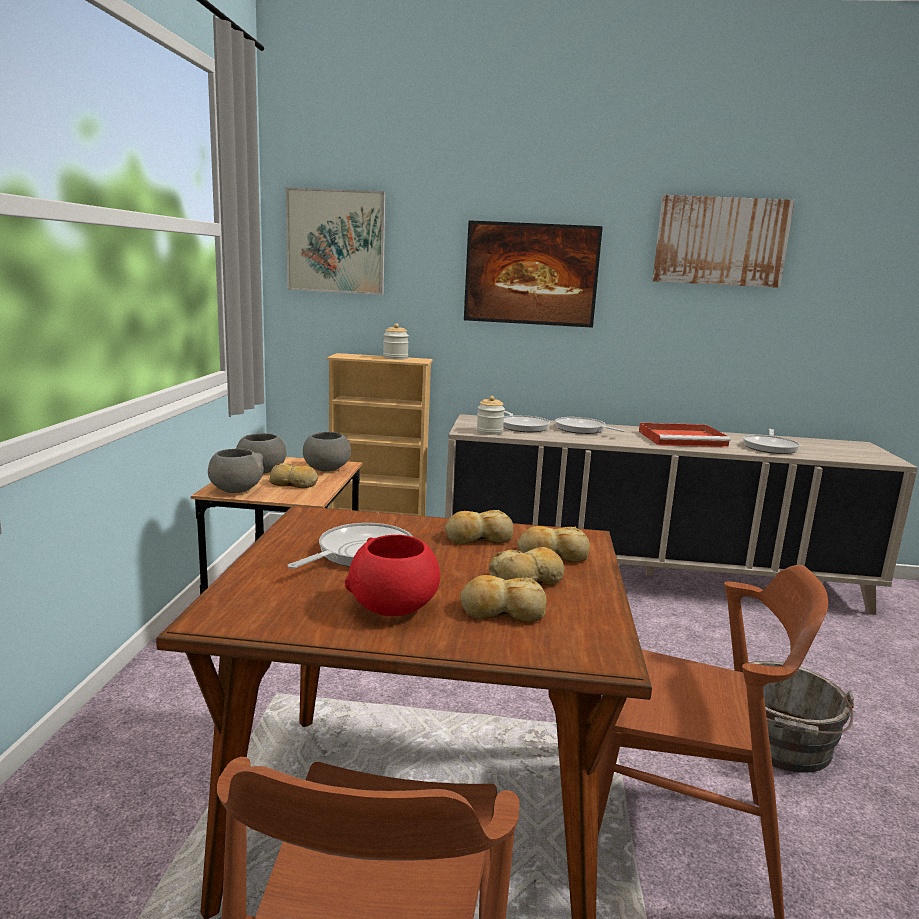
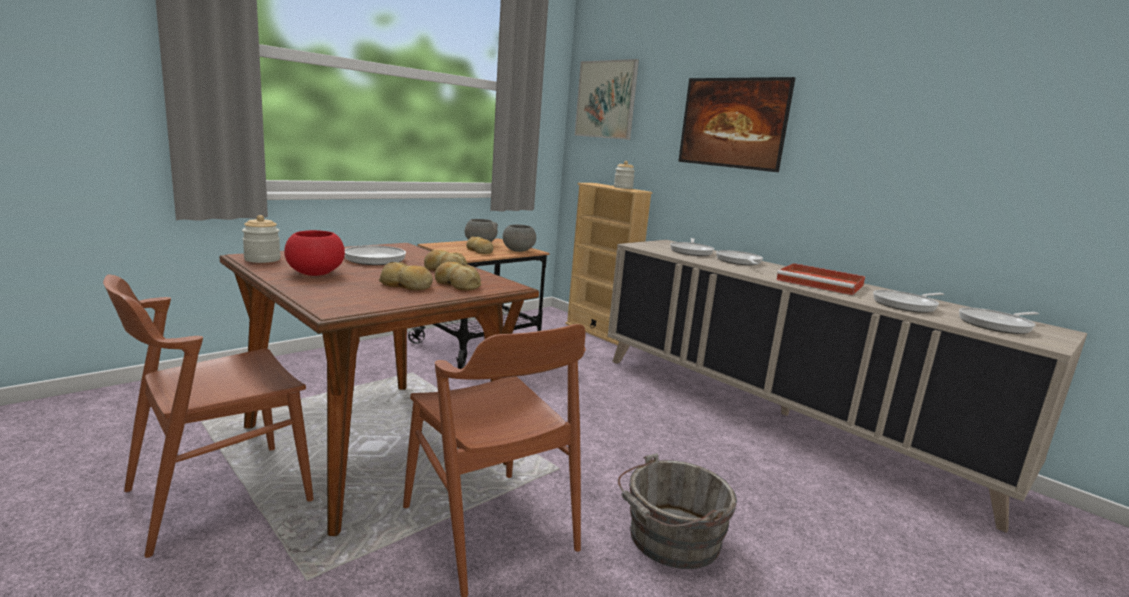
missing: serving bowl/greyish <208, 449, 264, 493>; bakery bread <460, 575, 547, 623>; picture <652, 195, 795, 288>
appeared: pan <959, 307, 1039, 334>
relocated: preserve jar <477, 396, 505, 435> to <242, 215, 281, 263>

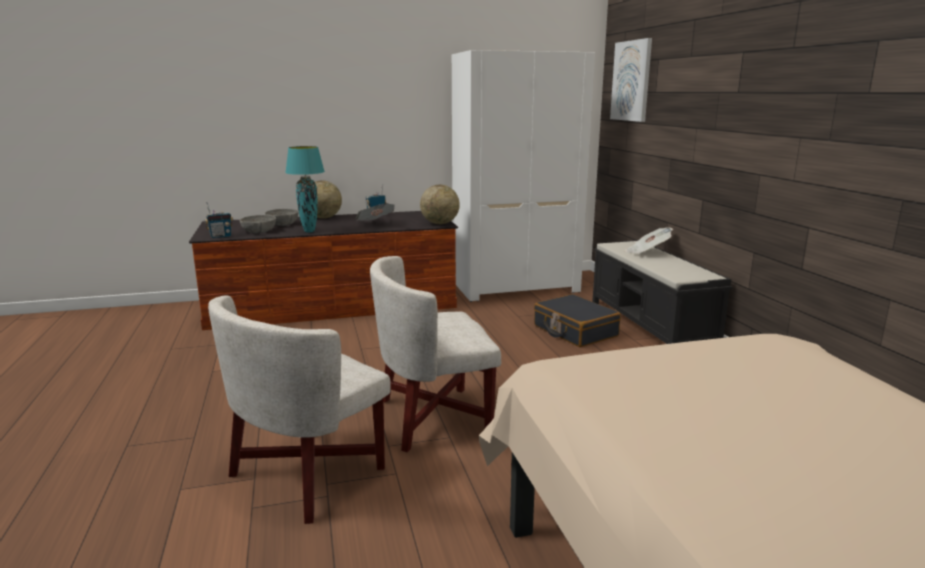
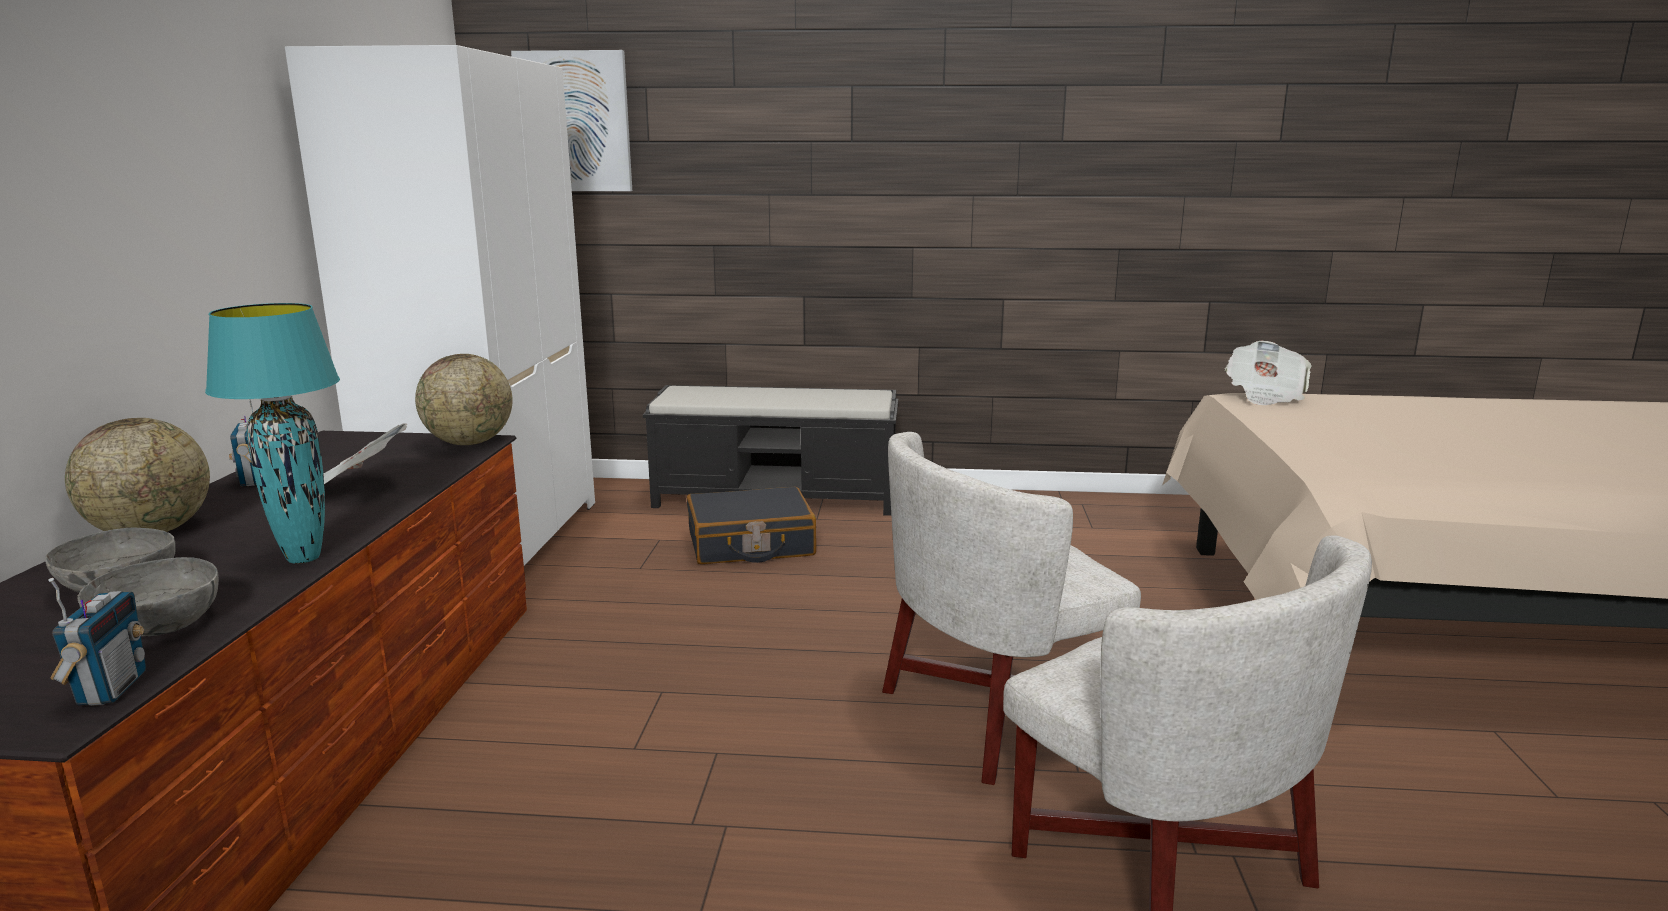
relocated: daily paper <625, 227, 673, 254> to <1225, 341, 1312, 405>
spun: lounge chair/white <370, 256, 501, 452> = <882, 432, 1141, 785> 60 degrees clockwise

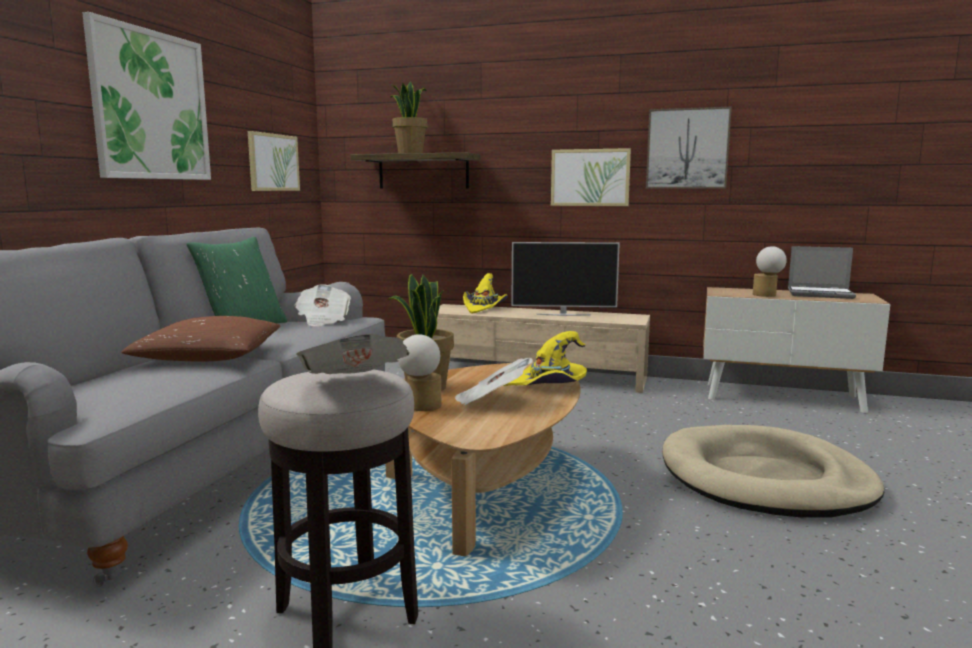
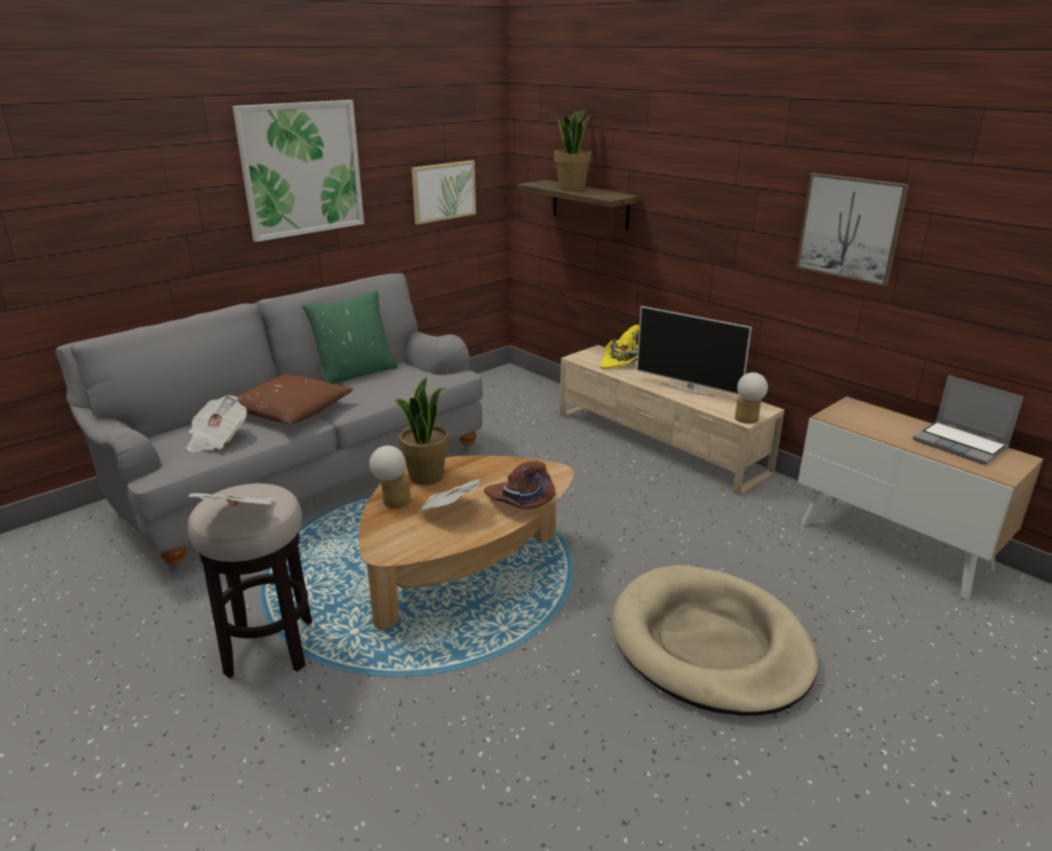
missing: picture <551, 148, 631, 206>
relocated: daily paper <295, 284, 351, 326> to <186, 395, 247, 452>; tabletop lamp <753, 246, 787, 297> to <735, 372, 768, 424>
colour: clothing hat/yellow-coloured <503, 331, 587, 386> to clothing hat/brown <484, 460, 556, 510>

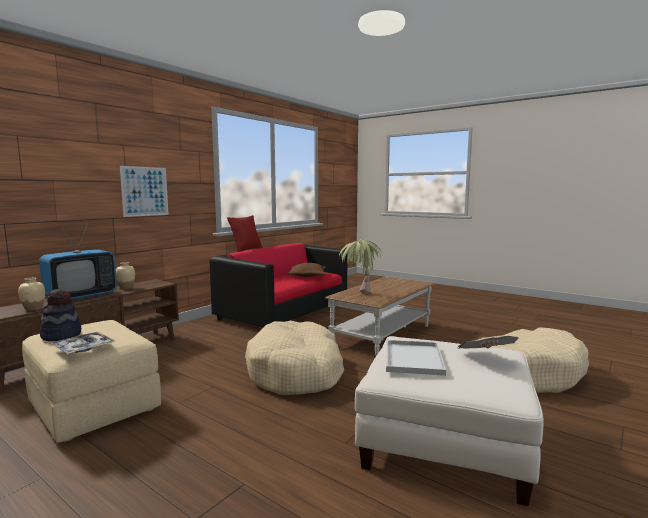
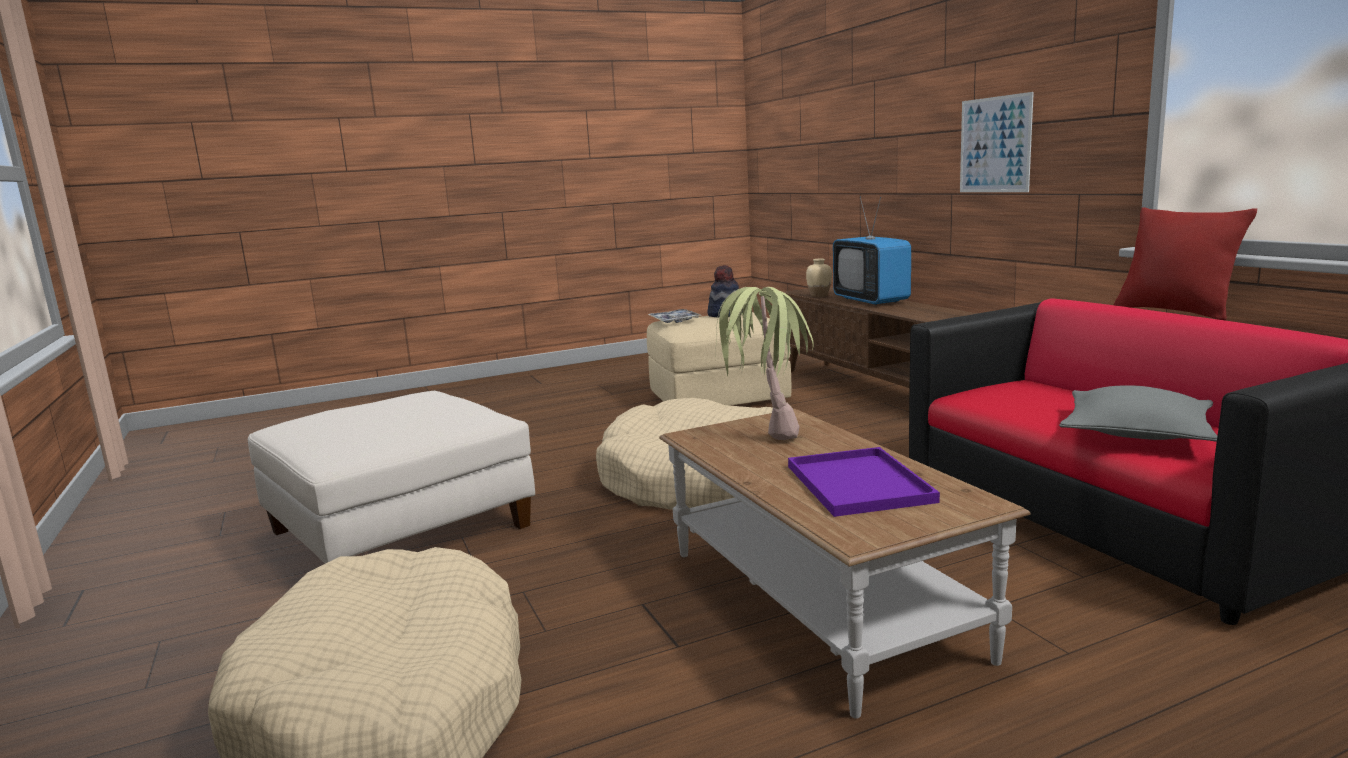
missing: decorative vase/beige-coloured <116, 262, 135, 289>; carrying tray/white <386, 340, 446, 376>; daily paper <458, 336, 519, 349>
appeared: carrying tray/purple-coloured <788, 447, 940, 517>
colour: throw pillow/brown <288, 263, 326, 277> to throw pillow/greyish <1059, 385, 1218, 442>

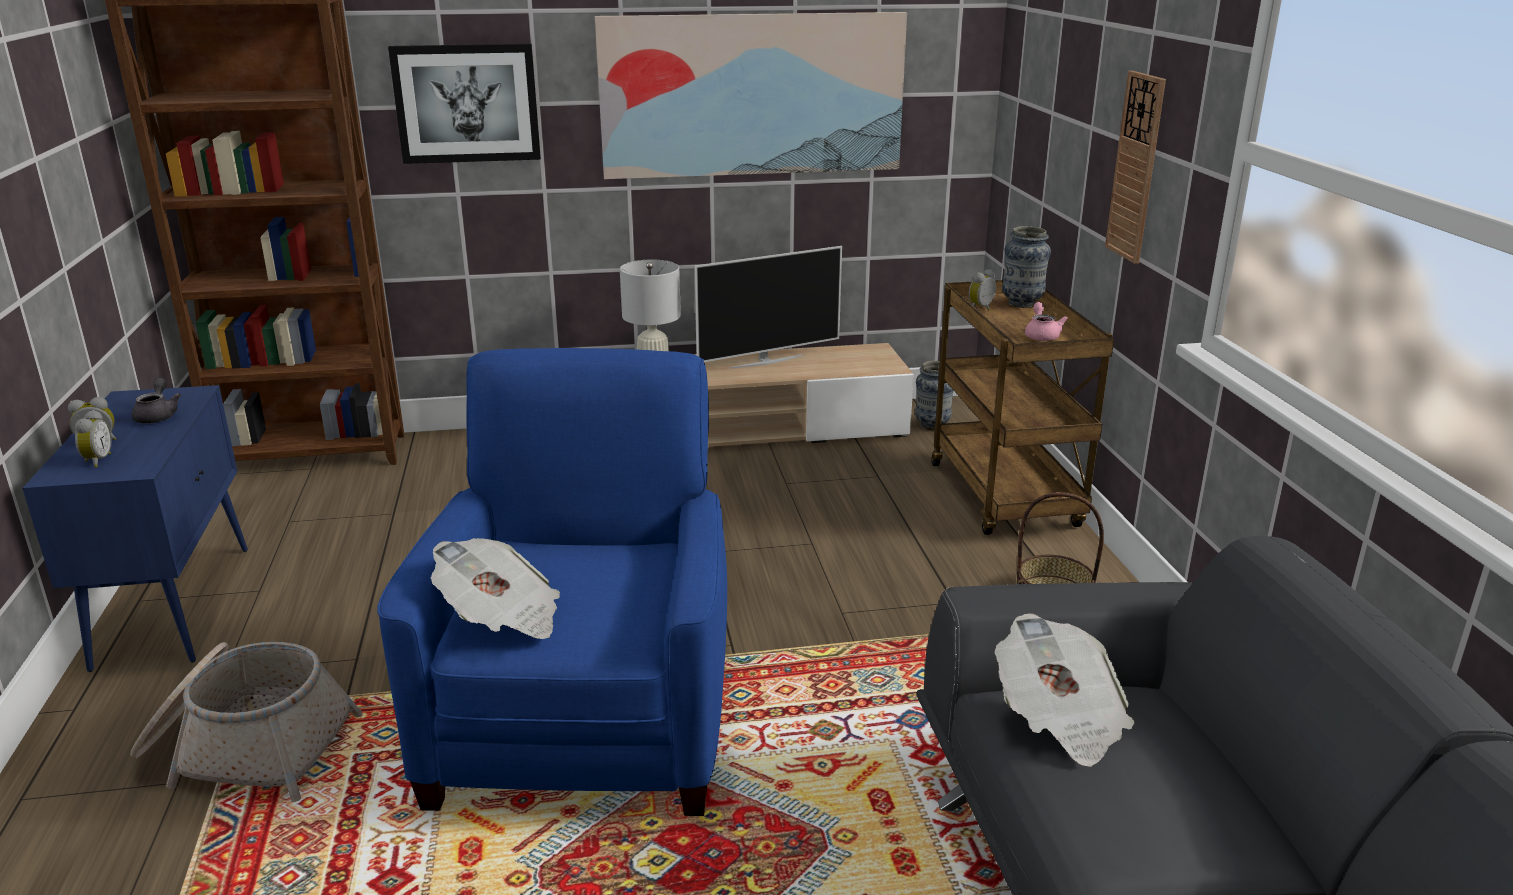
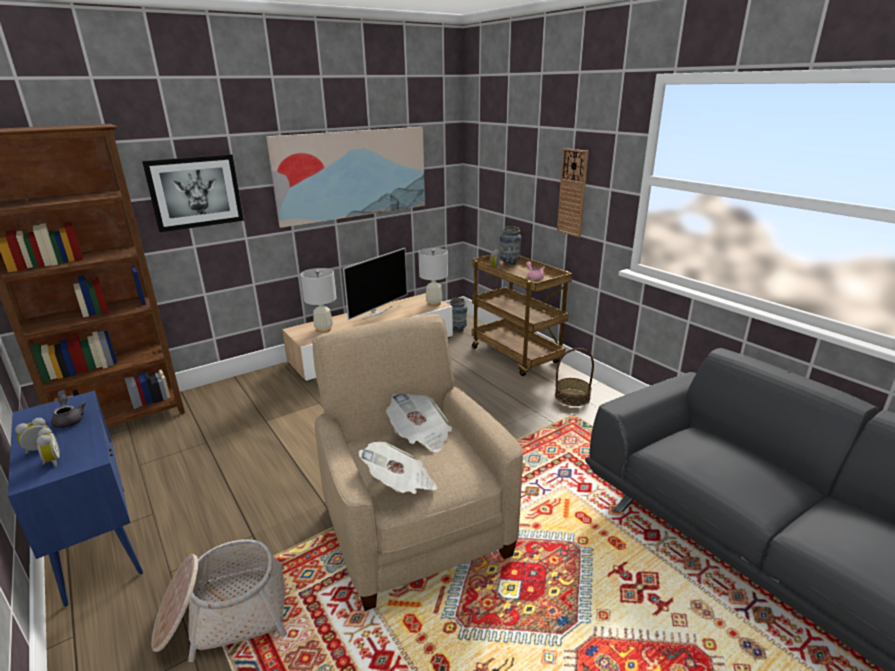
appeared: tabletop lamp/white <418, 248, 448, 306>
relocated: daily paper <995, 613, 1135, 767> to <386, 394, 452, 452>
colour: lounge chair/blue-coloured <377, 348, 727, 816> to lounge chair/beige-coloured <313, 314, 523, 611>

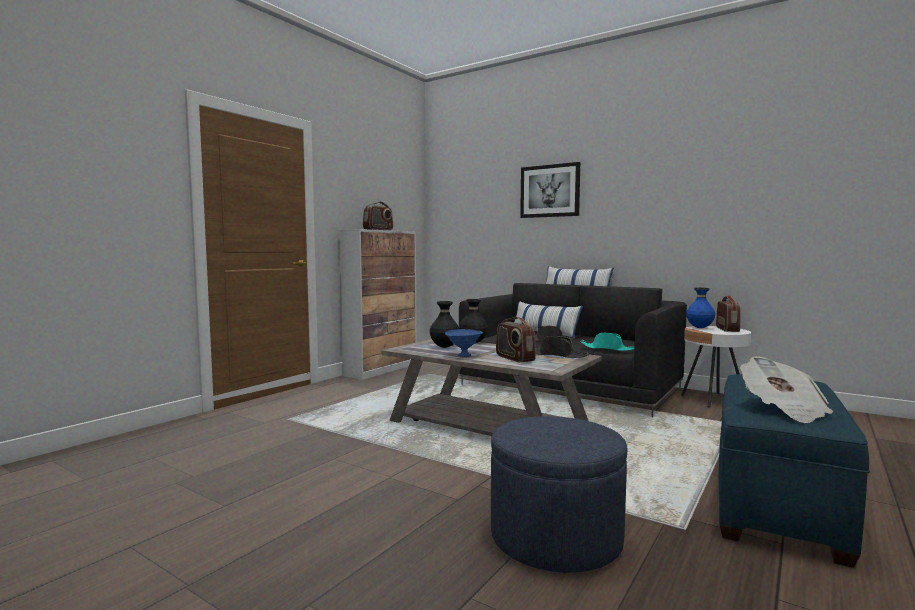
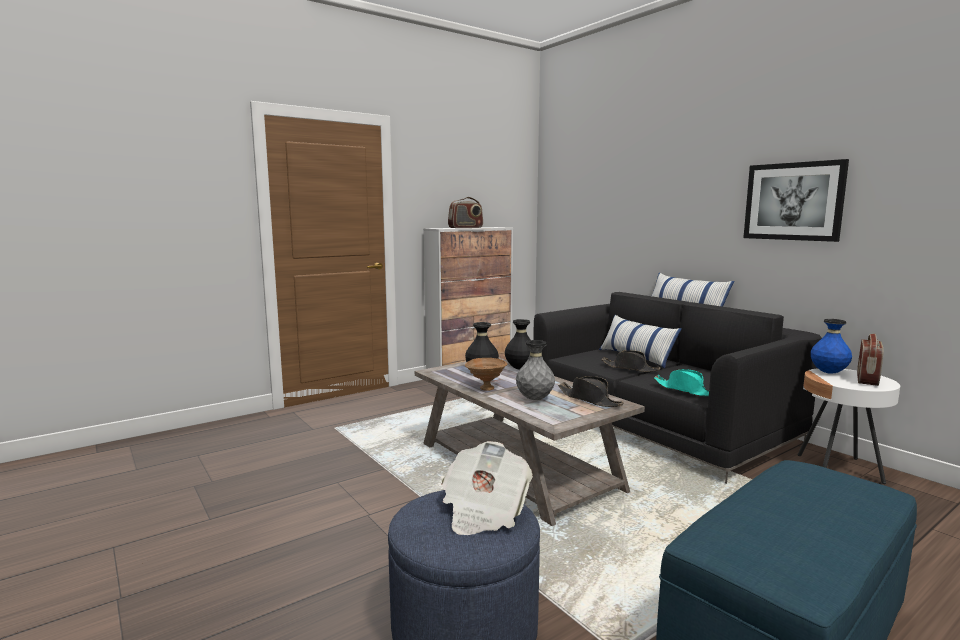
relocated: picture <520, 162, 580, 218> to <743, 159, 849, 242>; daily paper <740, 356, 833, 423> to <441, 441, 533, 535>
exchanged: radio <496, 317, 536, 363> to decorative vase/greyish <516, 340, 555, 400>
colour: serving bowl/blue-coloured <445, 329, 483, 357> to serving bowl/brown <465, 358, 508, 391>

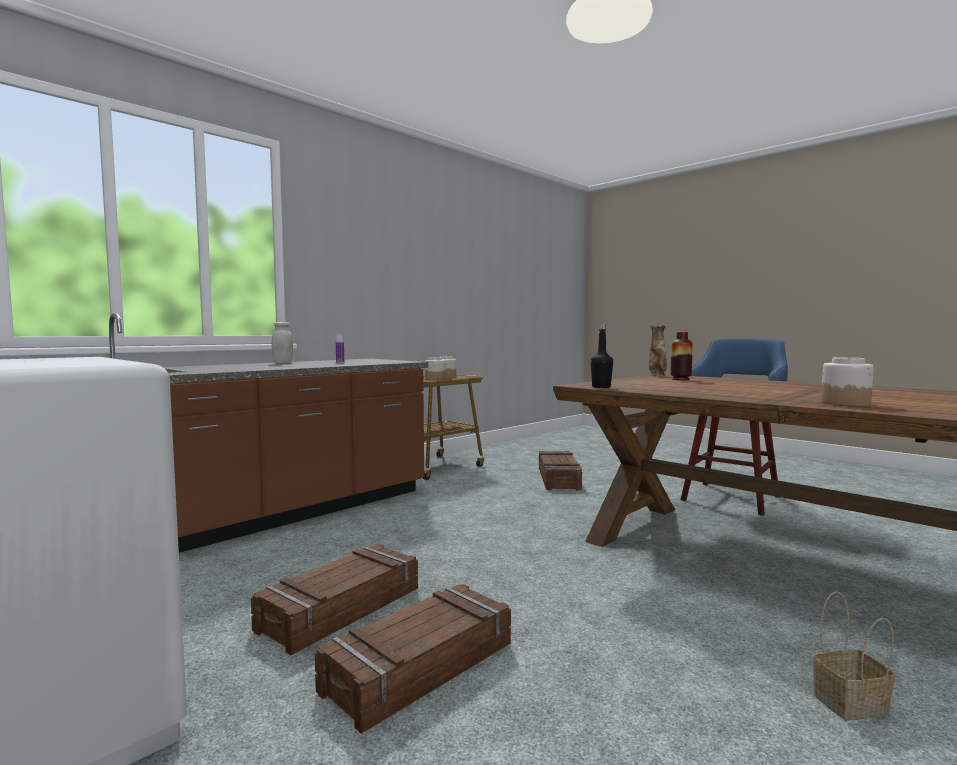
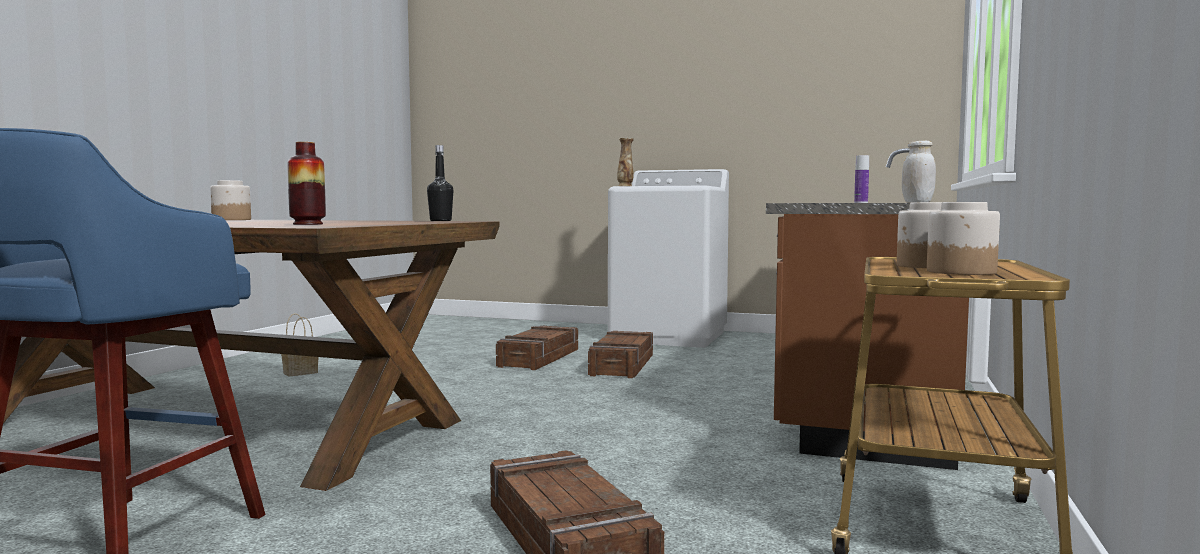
relocated: decorative vase <649, 325, 667, 376> to <617, 138, 634, 186>

